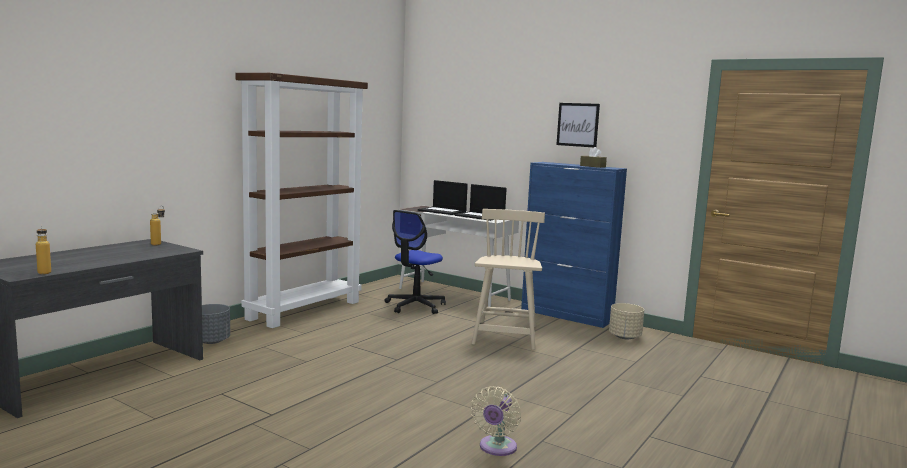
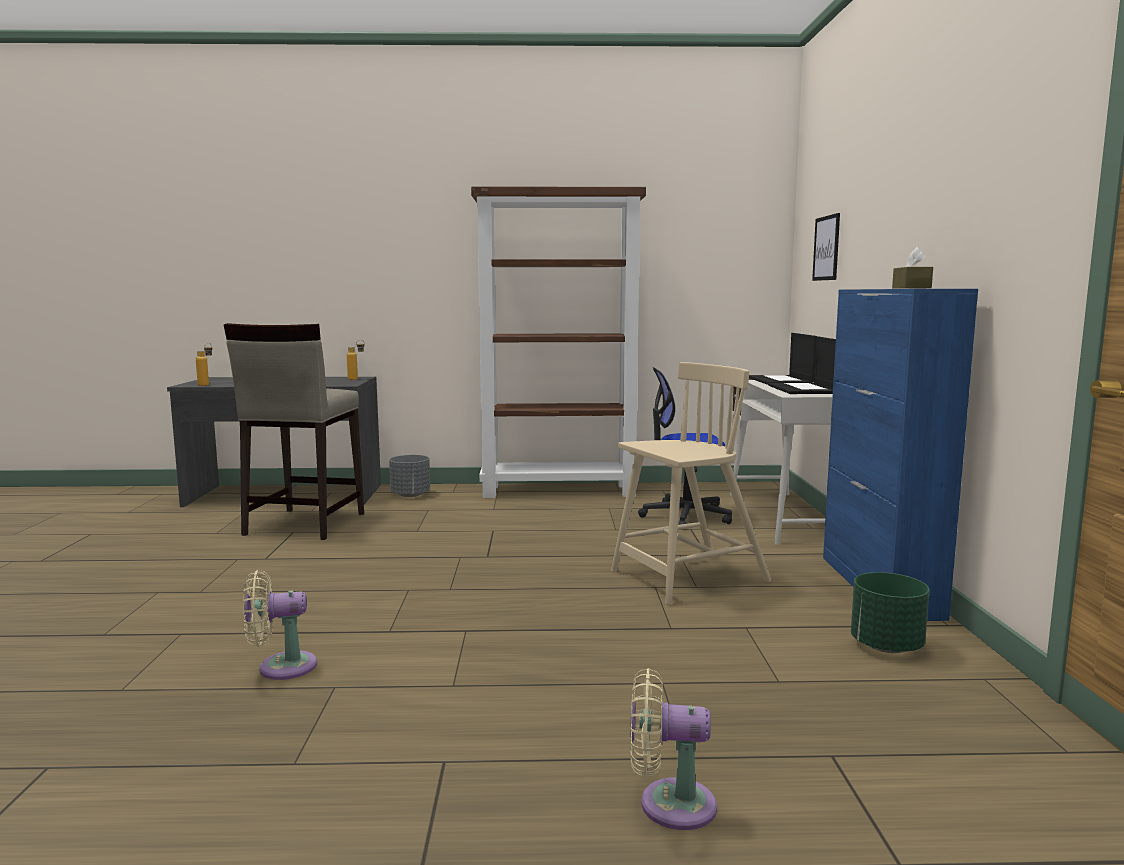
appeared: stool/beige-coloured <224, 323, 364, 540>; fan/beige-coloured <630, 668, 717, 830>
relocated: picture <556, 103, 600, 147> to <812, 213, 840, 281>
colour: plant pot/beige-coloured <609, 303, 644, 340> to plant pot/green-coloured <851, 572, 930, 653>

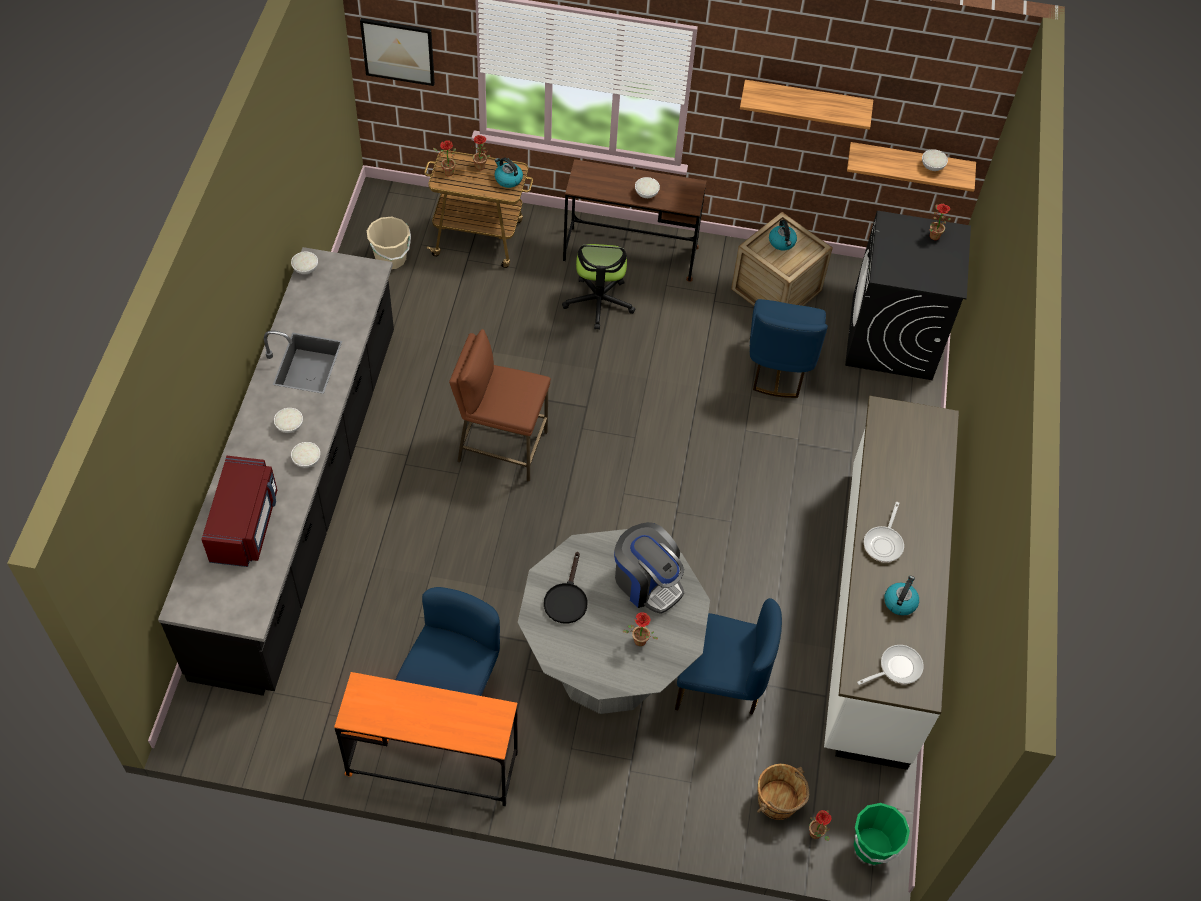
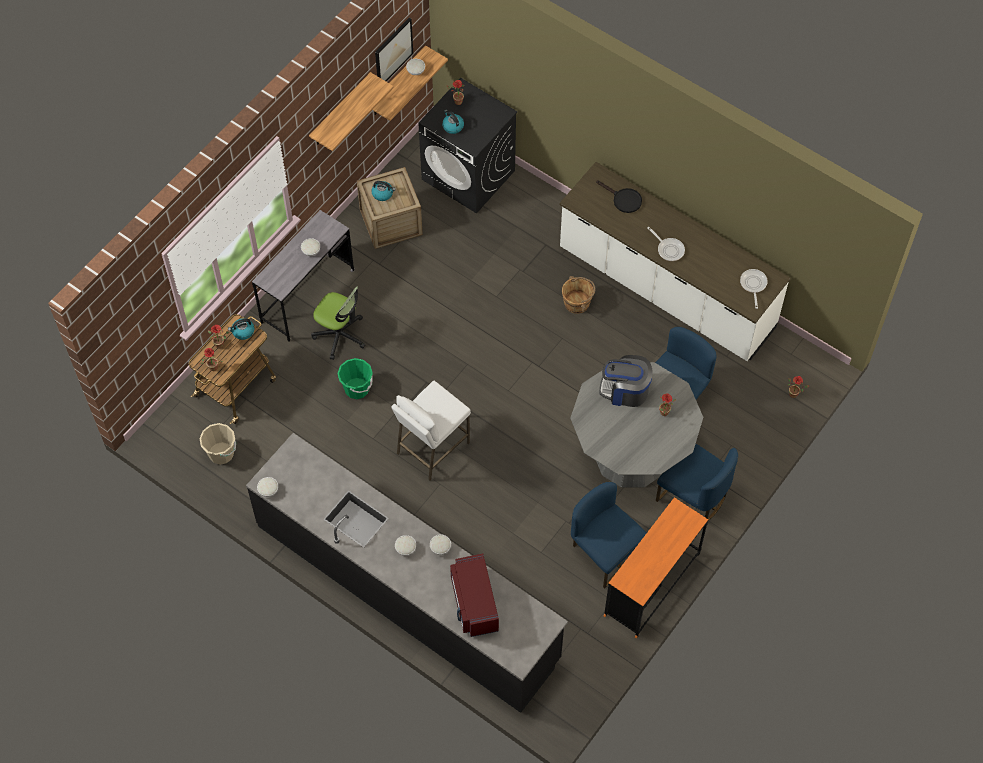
relocated: picture <360, 18, 435, 86> to <375, 18, 413, 81>; pan/black <544, 552, 588, 624> to <596, 180, 642, 213>; chair/blue-coloured <749, 299, 828, 398> to <656, 444, 738, 521>; water bucket/brown <757, 764, 809, 820> to <562, 276, 595, 314>; water bucket/green-coloured <854, 803, 910, 865> to <337, 358, 373, 399>; water kettle <884, 576, 919, 616> to <442, 110, 464, 134>
colour: stool/brown <449, 329, 551, 482> to stool/white <391, 381, 471, 481>; desk unit/brown <563, 159, 706, 282> to desk unit/greyish <252, 210, 355, 341>
spun: microwave oven/red-coloured <201, 456, 277, 567> = <450, 554, 499, 637> 135 degrees counterclockwise; coffee brewer <614, 522, 684, 614> = <599, 355, 653, 407> 150 degrees counterclockwise

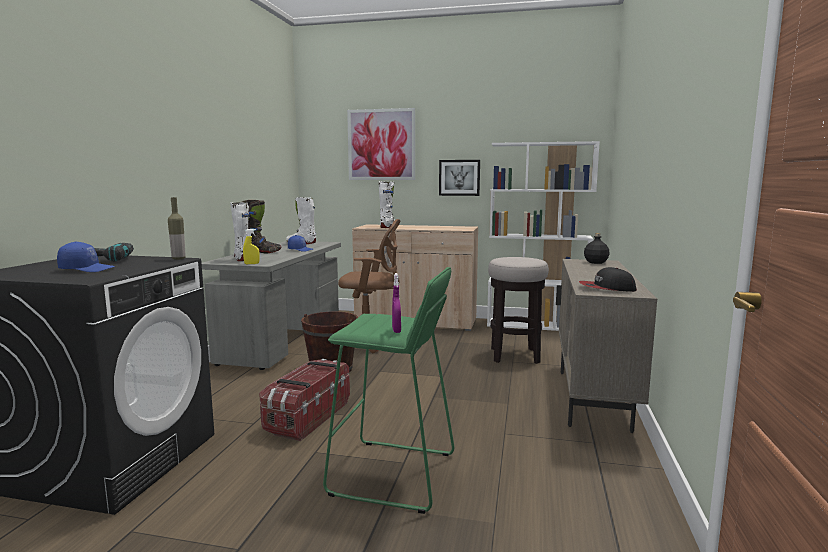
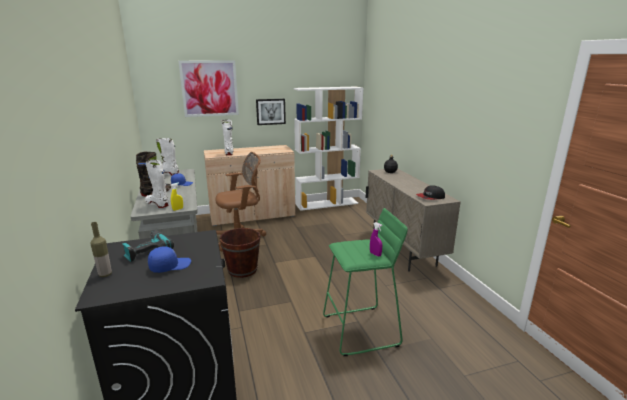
missing: storage box <259, 359, 350, 441>; stool <488, 257, 549, 364>
relocated: beverage bottle <168, 197, 186, 260> to <90, 222, 112, 277>

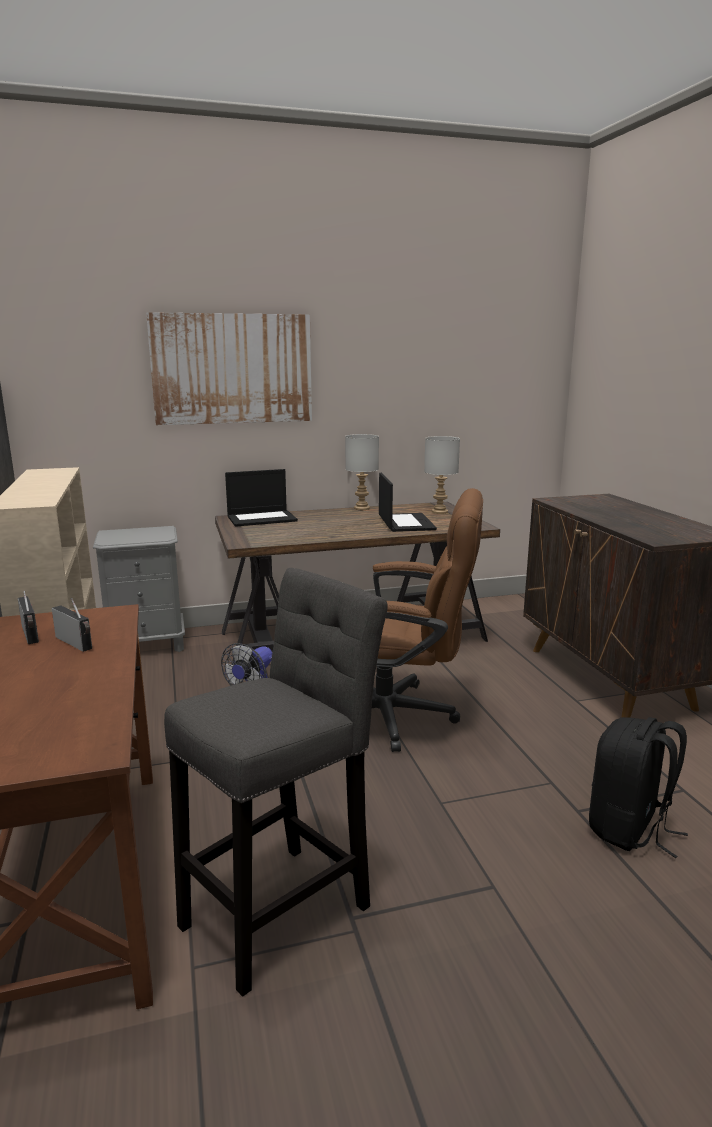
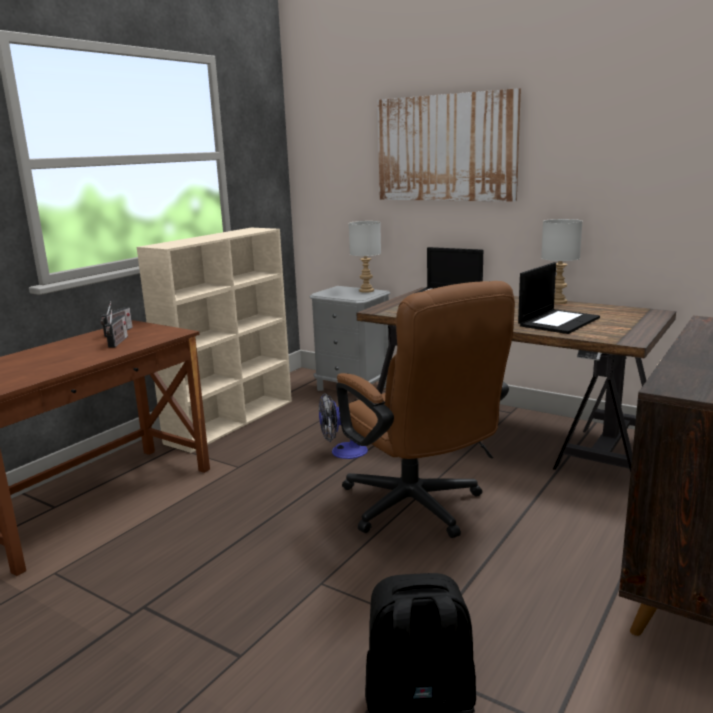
missing: stool/greyish <164, 568, 388, 997>
relocated: tabletop lamp/greyish <424, 436, 460, 514> to <349, 221, 381, 293>

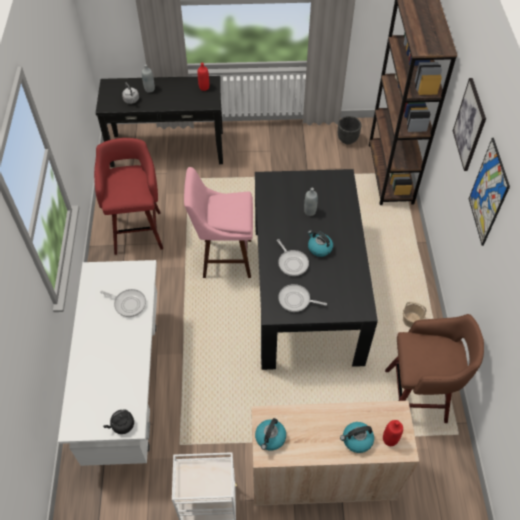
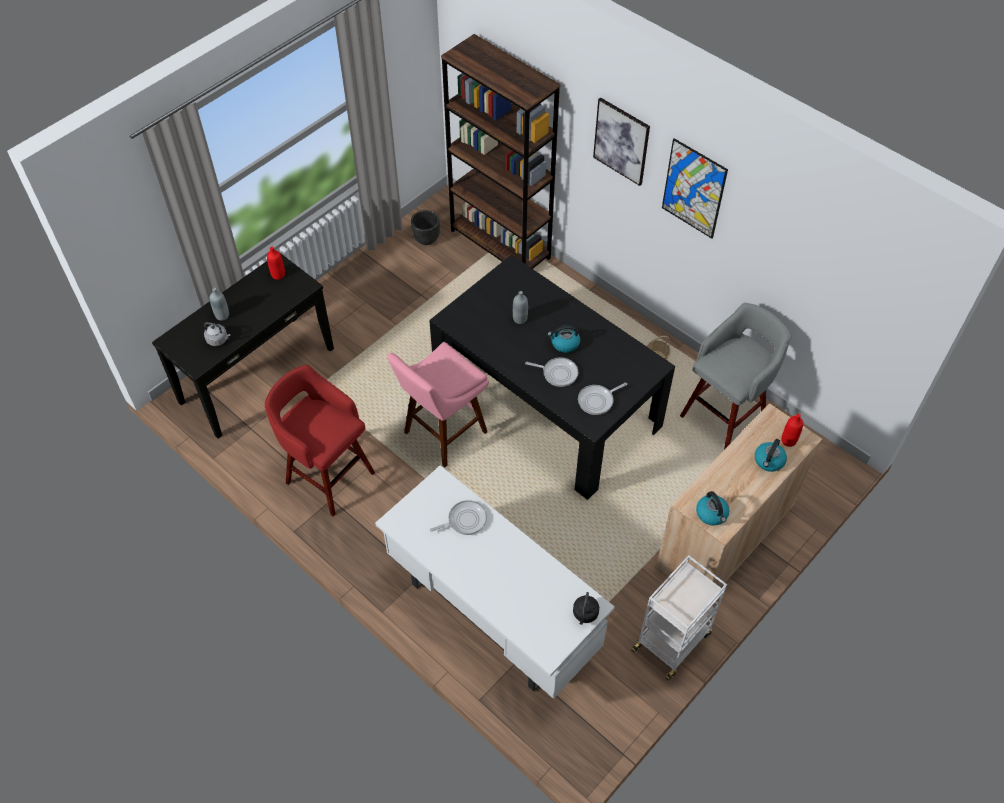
colour: stool/brown <385, 314, 484, 423> to stool/greyish <680, 303, 790, 450>

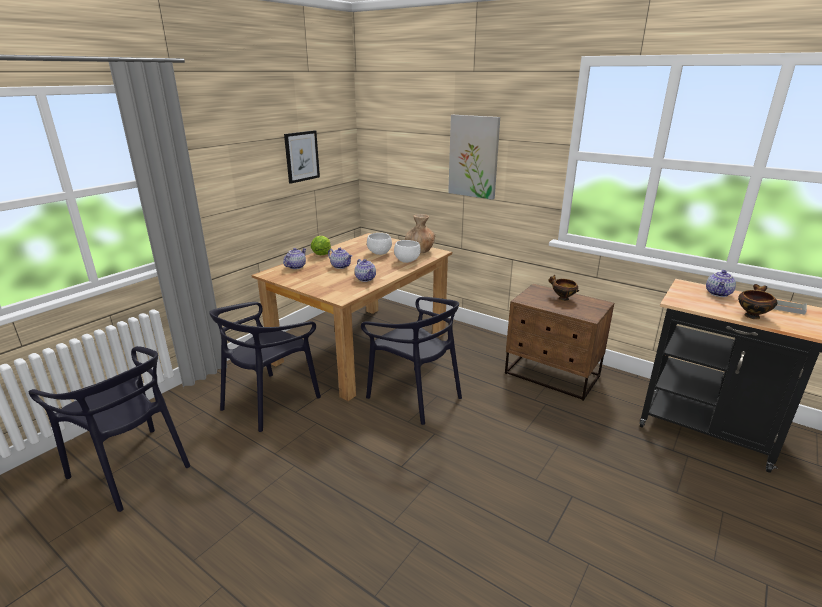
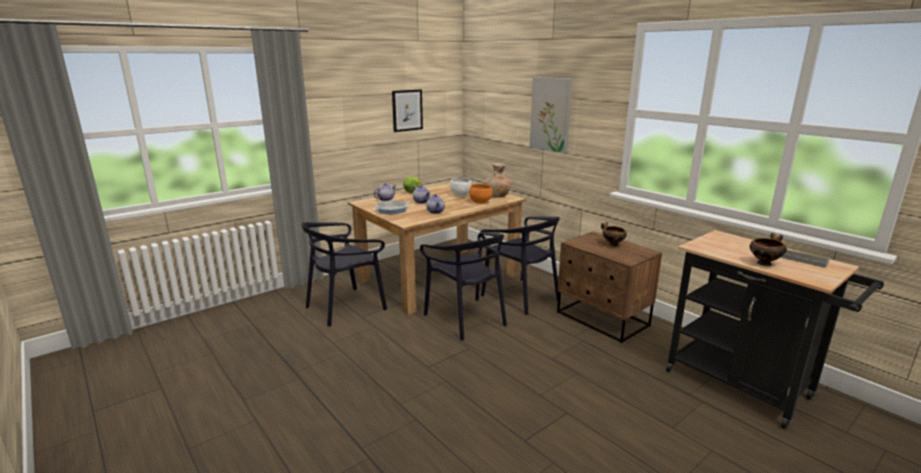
missing: pot for tea <706, 270, 736, 297>
appeared: pan <374, 200, 410, 214>
relocated: chair/black <29, 346, 190, 512> to <481, 216, 560, 315>
colour: serving bowl/white <394, 240, 421, 263> to serving bowl/orange-coloured <469, 184, 492, 203>

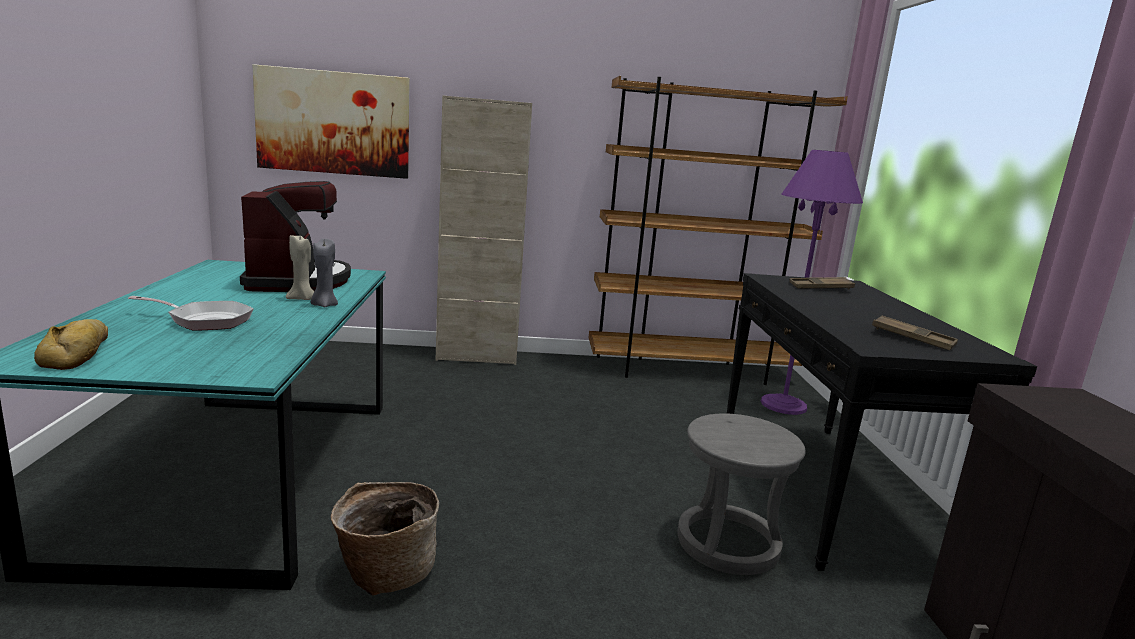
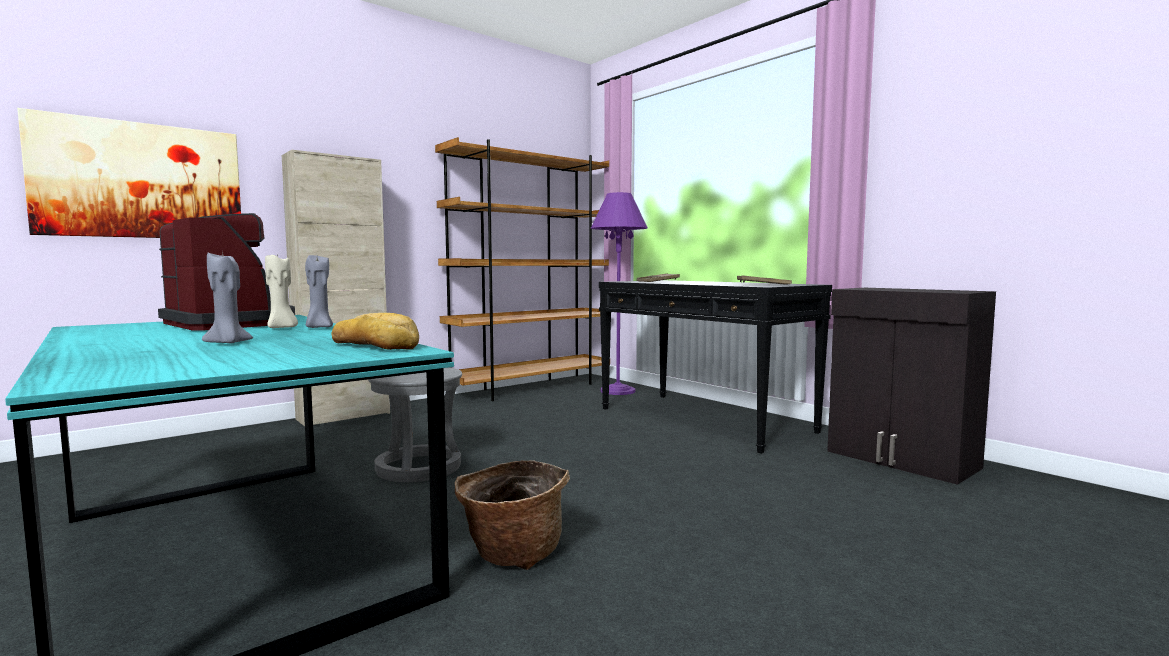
relocated: bakery bread <34, 319, 108, 370> to <332, 313, 419, 350>; stool/greyish <677, 413, 806, 575> to <368, 367, 462, 482>
exchanged: pan <128, 296, 254, 331> to candle/greyish <202, 251, 253, 343>

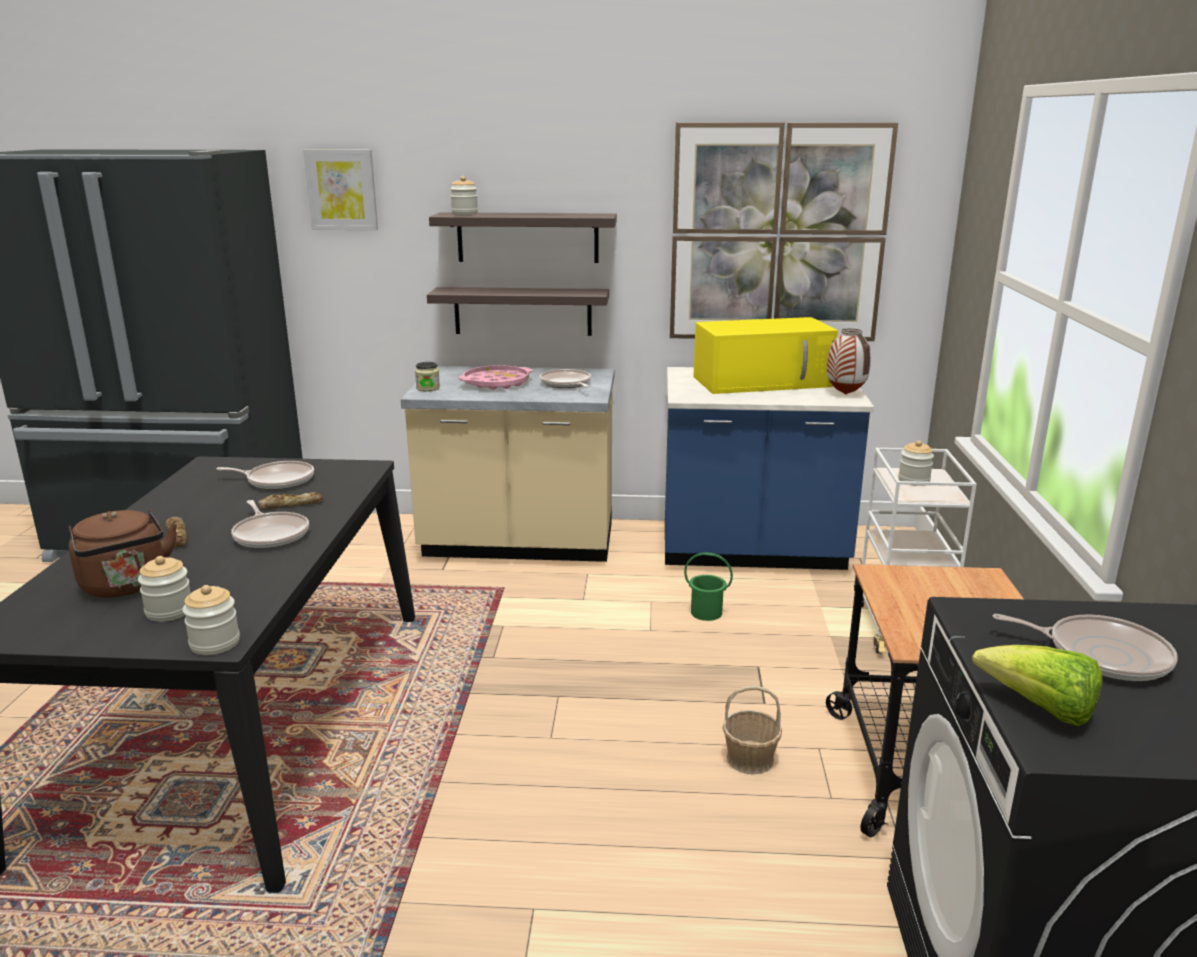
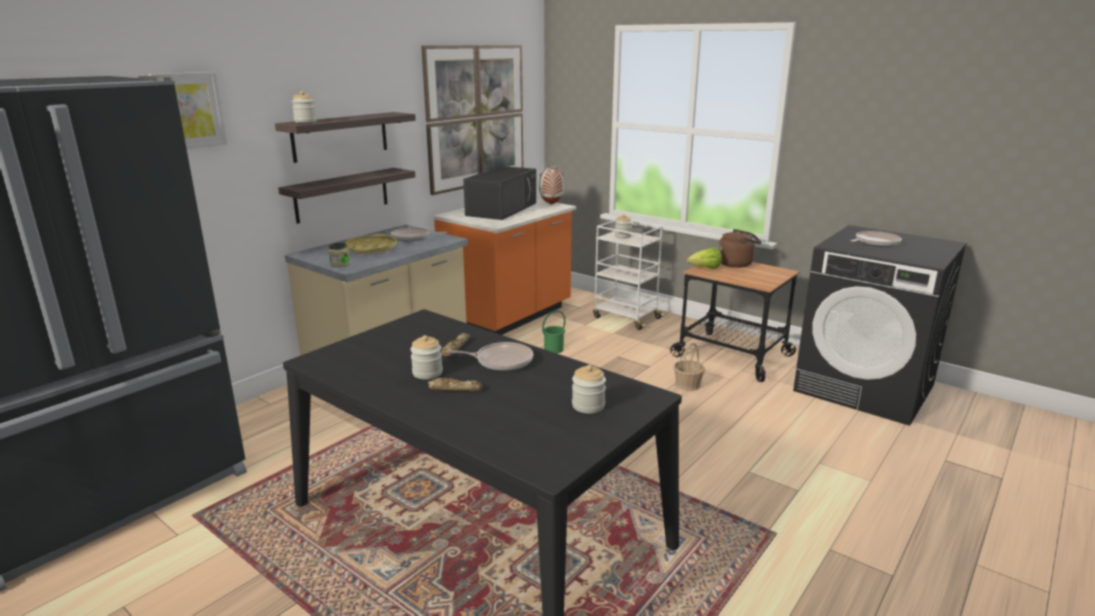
missing: pan <217, 461, 314, 490>
relocated: water kettle/brown <68, 509, 177, 598> to <718, 229, 762, 268>; preserve jar <182, 585, 240, 655> to <410, 335, 443, 379>; lettuce <972, 645, 1102, 726> to <687, 247, 722, 269>
colour: carrying tray/pinkish <458, 365, 533, 390> to carrying tray/yellow-coloured <345, 234, 397, 254>; kitchen base unit/blue-coloured <665, 367, 874, 570> to kitchen base unit/orange-coloured <433, 199, 576, 335>; microwave oven/yellow-coloured <694, 317, 838, 394> to microwave oven/black <463, 166, 536, 220>

